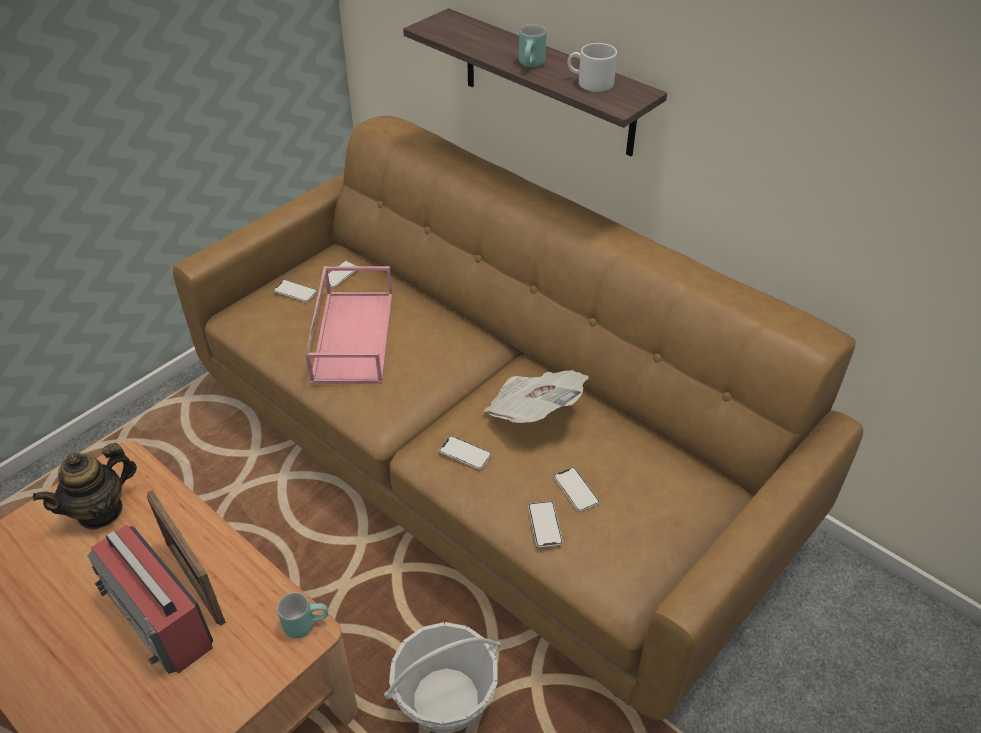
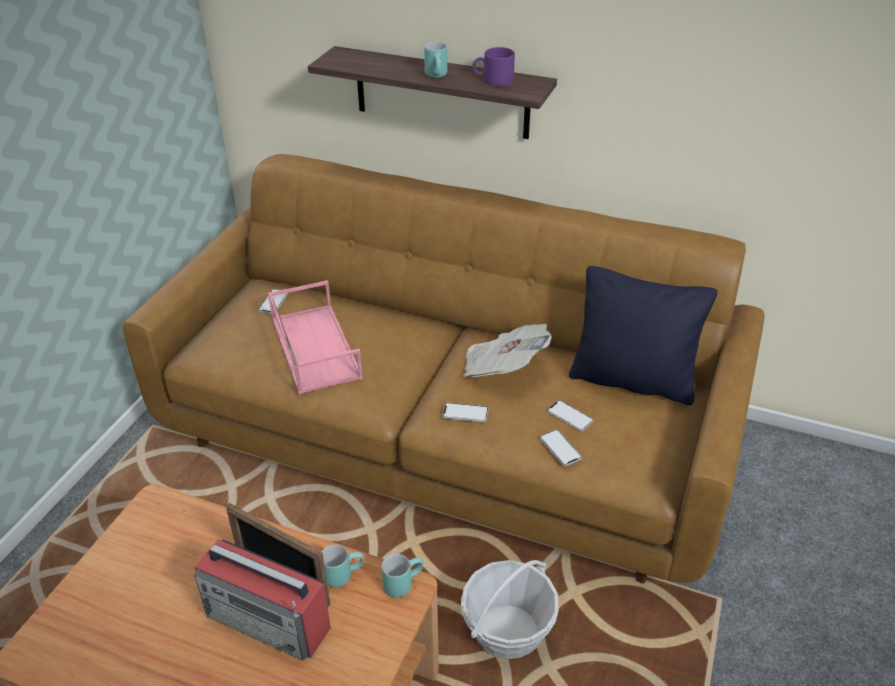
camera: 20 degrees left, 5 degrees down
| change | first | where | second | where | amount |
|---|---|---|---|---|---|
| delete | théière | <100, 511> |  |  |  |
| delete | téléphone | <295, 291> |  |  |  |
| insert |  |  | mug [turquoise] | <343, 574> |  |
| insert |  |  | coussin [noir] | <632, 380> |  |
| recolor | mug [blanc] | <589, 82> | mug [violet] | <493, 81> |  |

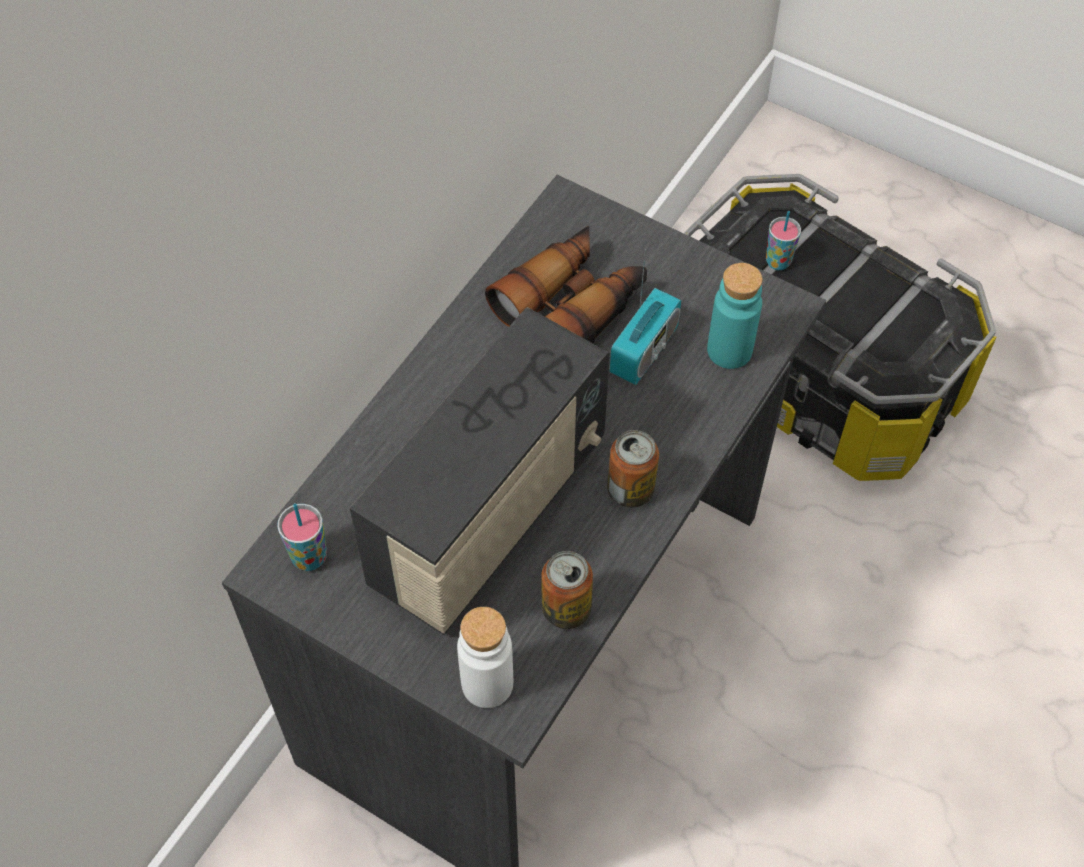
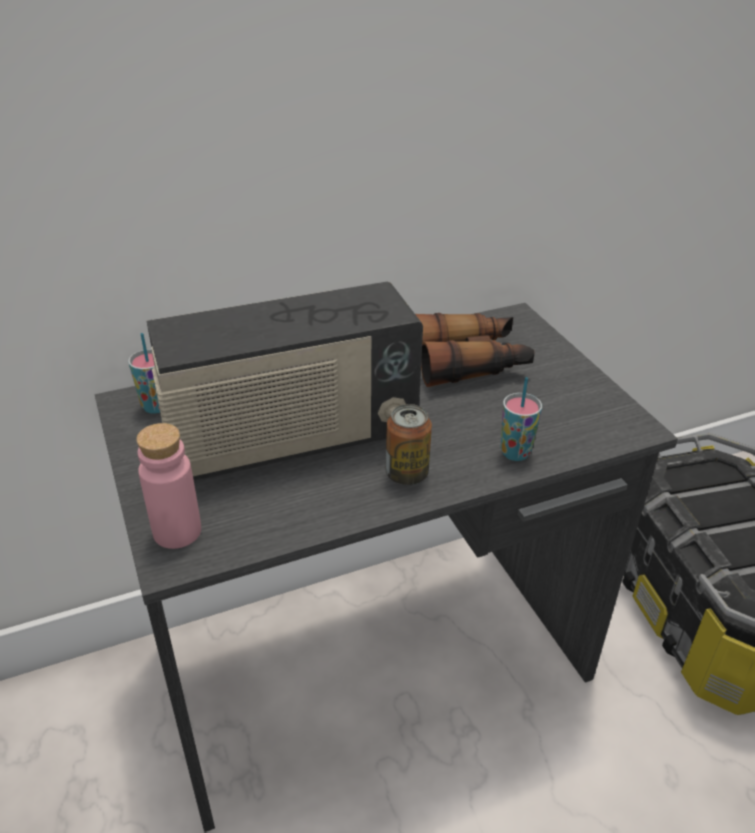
camera: 35 degrees right, 20 degrees down
| change | first | where | second | where | amount |
|---|---|---|---|---|---|
| delete | boîte métallique | <566, 609> |  |  |  |
| delete | radio | <644, 350> |  |  |  |
| delete | bouteille [turquoise] | <729, 350> |  |  |  |
| move | tasse | <778, 262> |  | <515, 453> |  |
| recolor | bouteille [blanc] | <487, 684> | bouteille [rose] | <177, 531> |  |

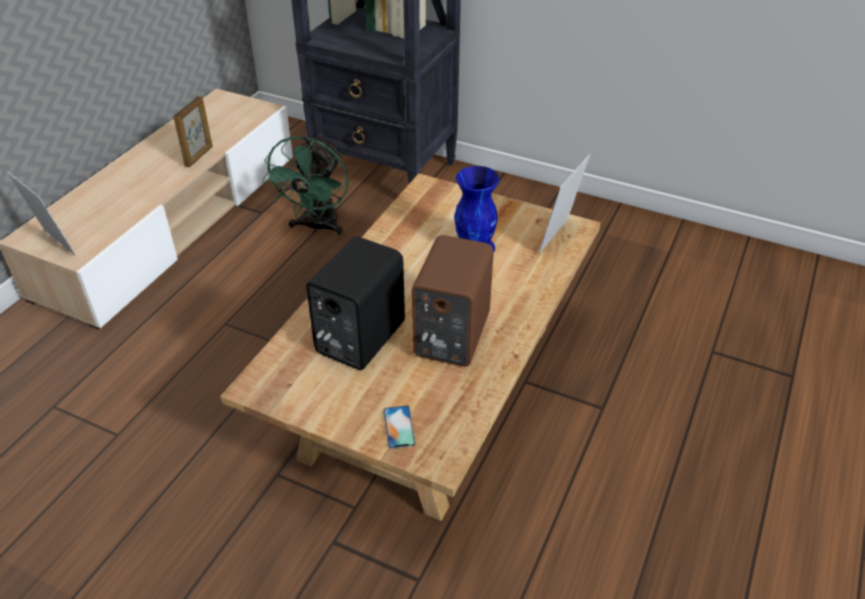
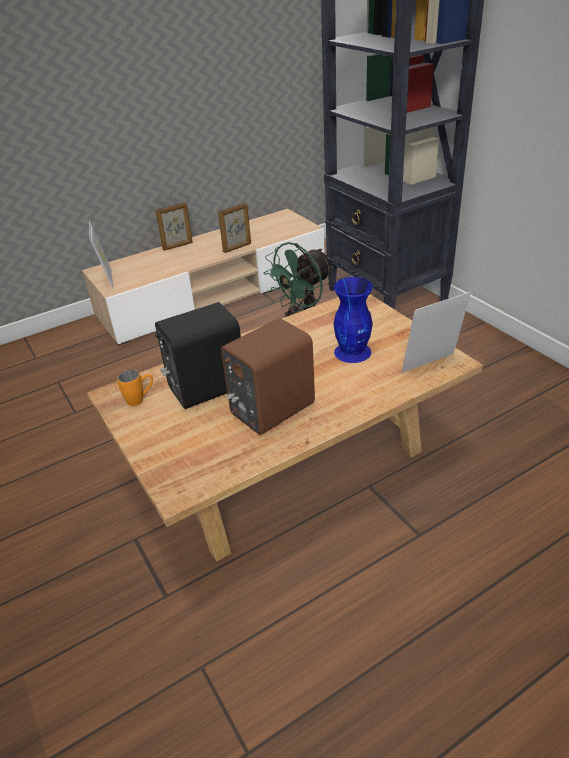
camera: 35 degrees right, 5 degrees down
| change | first | where | second | where | amount |
|---|---|---|---|---|---|
| delete | téléphone | <399, 427> |  |  |  |
| insert |  |  | mug [orange] | <140, 400> |  |
| insert |  |  | cadre photo | <178, 246> |  |

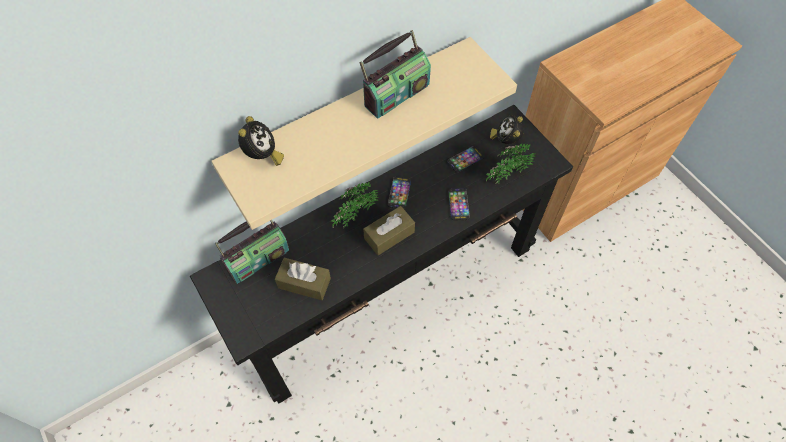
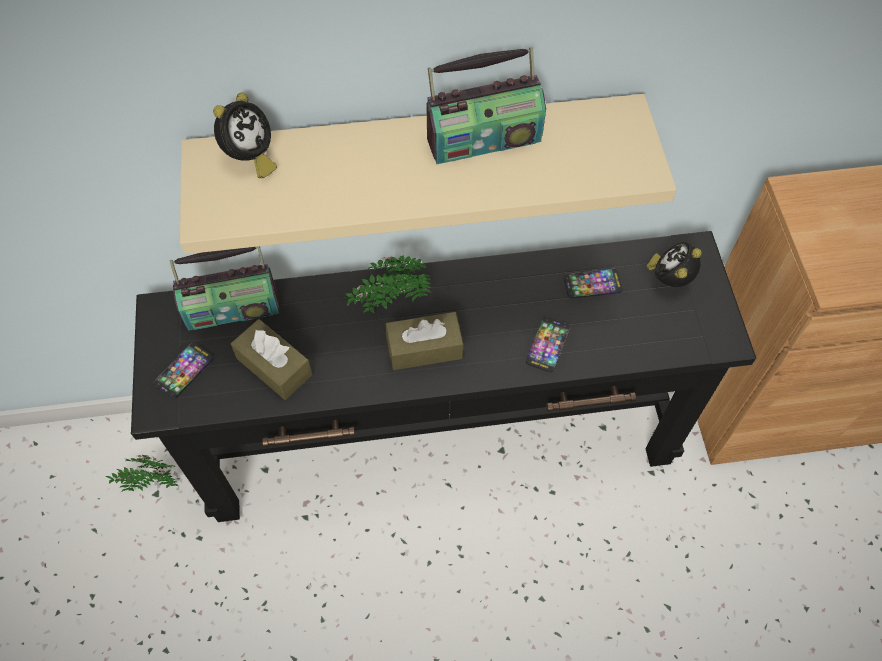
camera: 25 degrees right, 0 degrees up
| change | first | where | second | where | amount |
|---|---|---|---|---|---|
| move | téléphone | <399, 193> |  | <184, 371> |  |
| move | plante en pot | <505, 176> |  | <150, 484> |  |

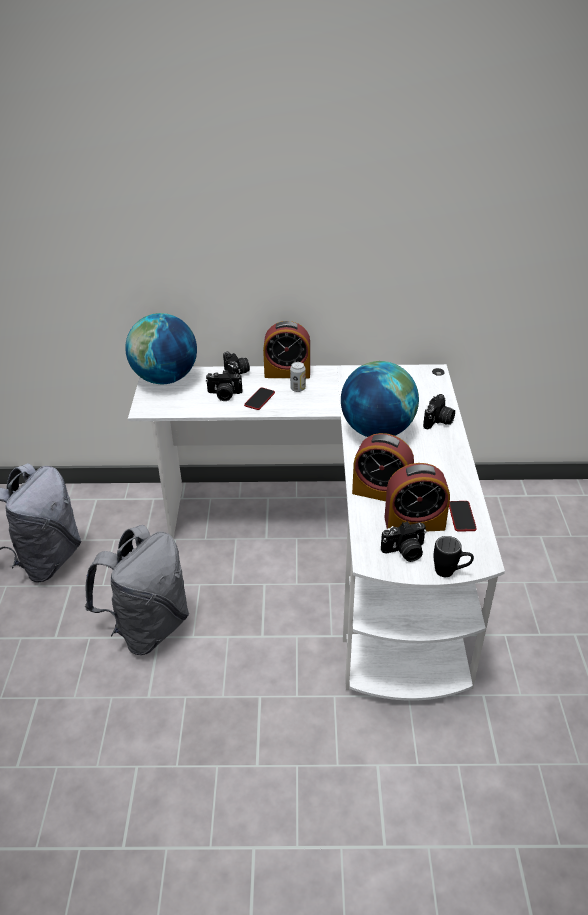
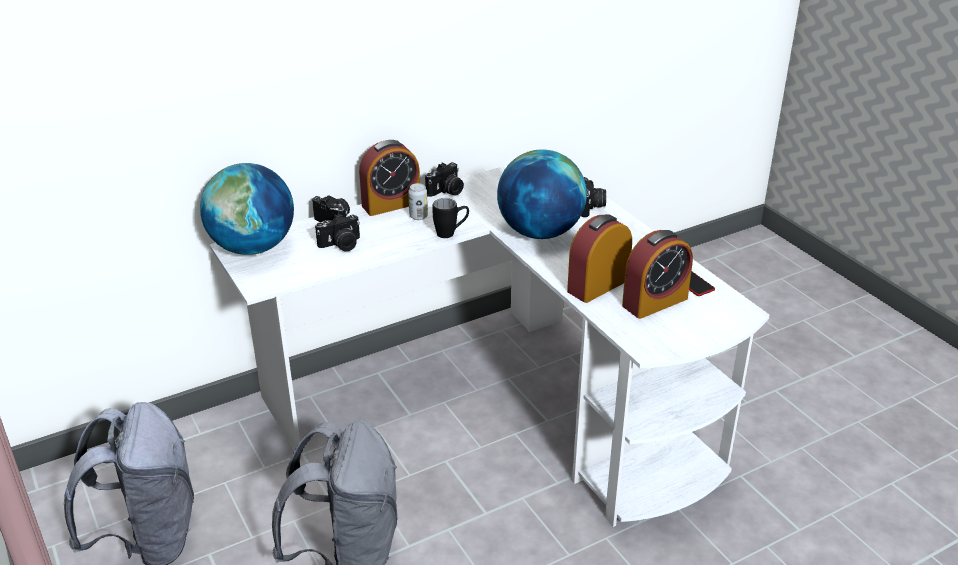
camera: 30 degrees left, 5 degrees down
| change | first | where | second | where | amount |
|---|---|---|---|---|---|
| delete | téléphone | <259, 399> |  |  |  |
| move | appareil photo | <404, 552> |  | <446, 191> |  |
| move | mug [noir] | <450, 572> |  | <451, 233> |  |
| rotate | réveil | <381, 492> |  | <598, 285> | 150 degrees clockwise |

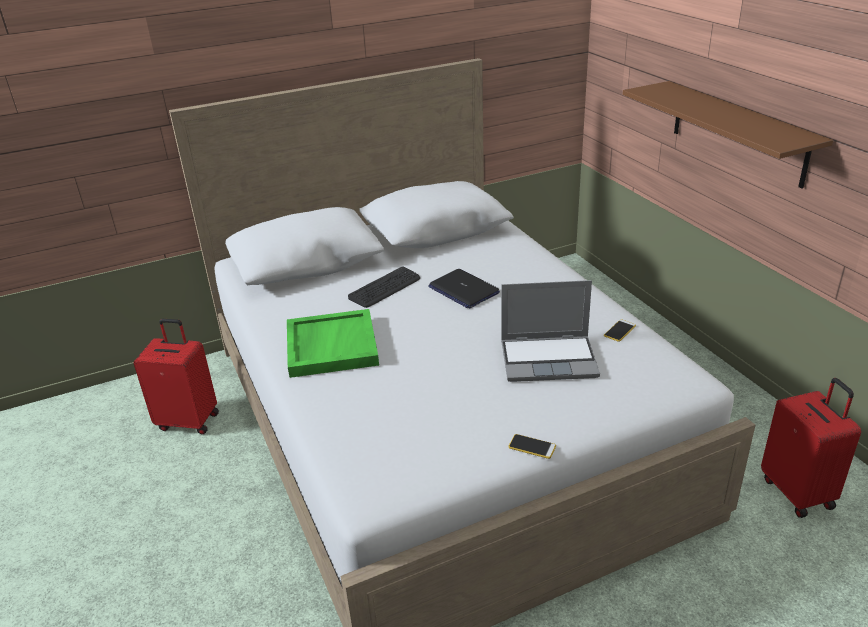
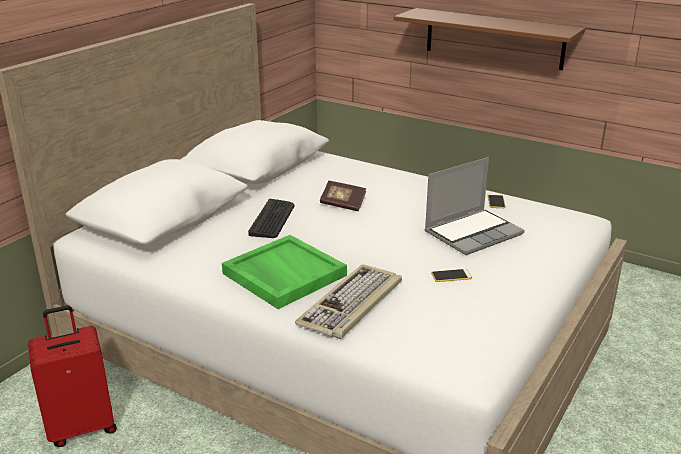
camera: 35 degrees left, 5 degrees down
| change | first | where | second | where | amount |
|---|---|---|---|---|---|
| delete | valise [rouge] | <798, 492> |  |  |  |
| insert |  |  | clavier | <352, 304> |  |
| move | téléphone | <532, 447> |  | <451, 276> |  |
| replace | ordinateur portable | <463, 290> | livre | <343, 204> |  |

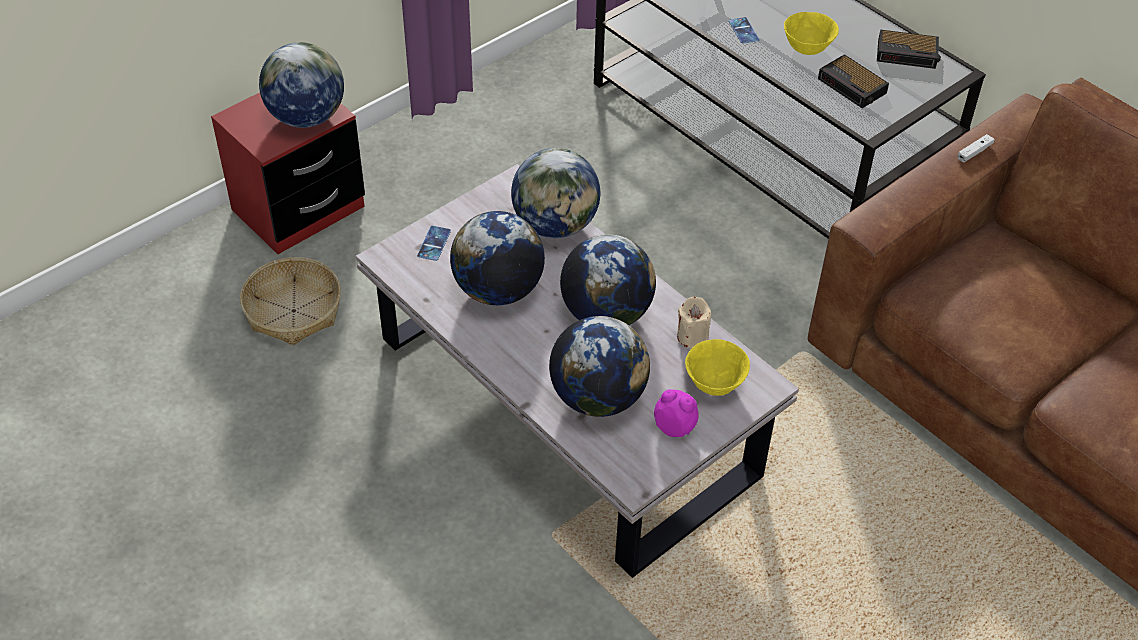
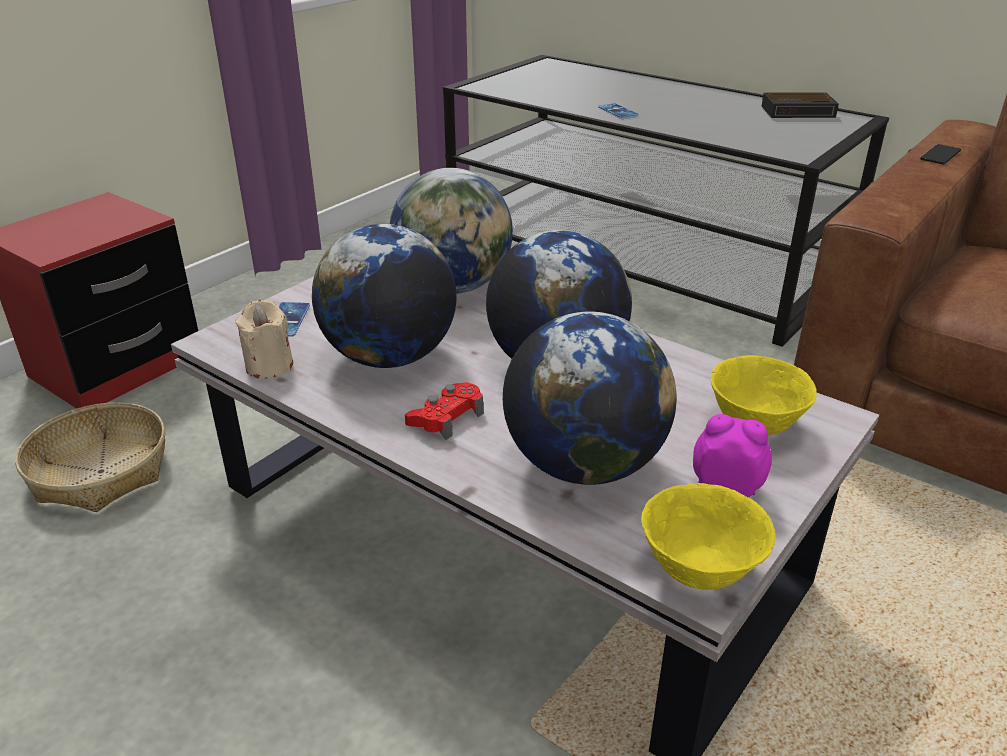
camera: 10 degrees left, 15 degrees down
| change | first | where | second | where | amount |
|---|---|---|---|---|---|
| delete | globe | <306, 117> |  |  |  |
| delete | réveil | <853, 86> |  |  |  |
| insert |  |  | manette [rouge] | <446, 417> |  |
| move | bougie [beige] | <692, 336> |  | <269, 366> |  |
| move | bol [jaune] | <807, 49> |  | <700, 571> |  |
| replace | manette [blanc] | <974, 152> | téléphone | <940, 155> |  |

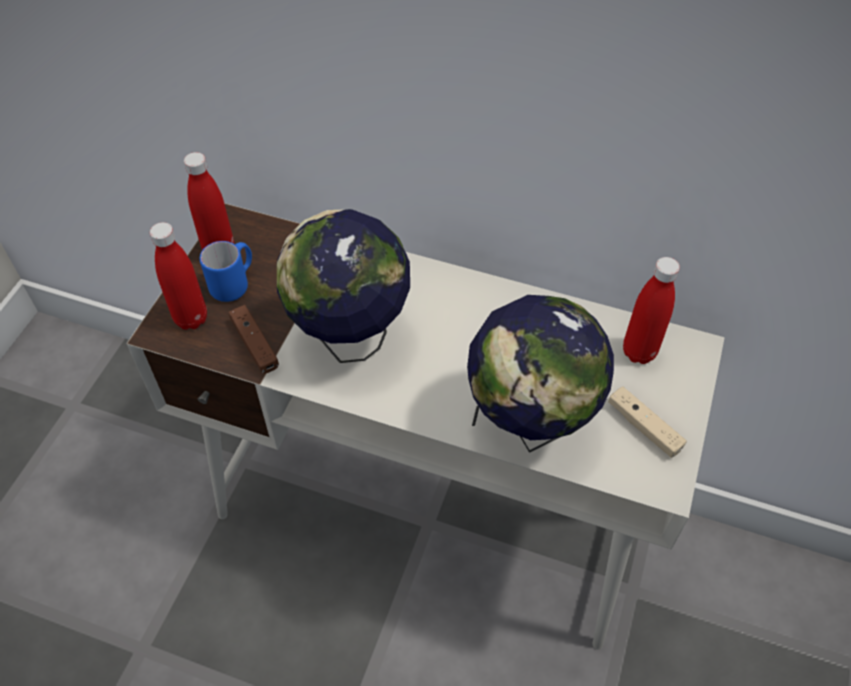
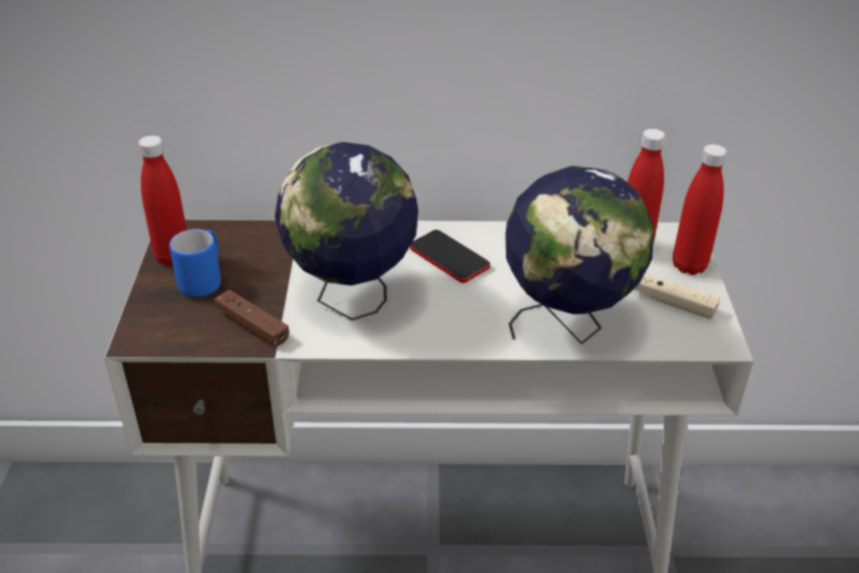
camera: 20 degrees left, 15 degrees down
| change | first | where | second | where | amount |
|---|---|---|---|---|---|
| insert |  |  | téléphone | <449, 257> |  |
| move | bouteille [rouge] | <191, 318> |  | <689, 266> |  |

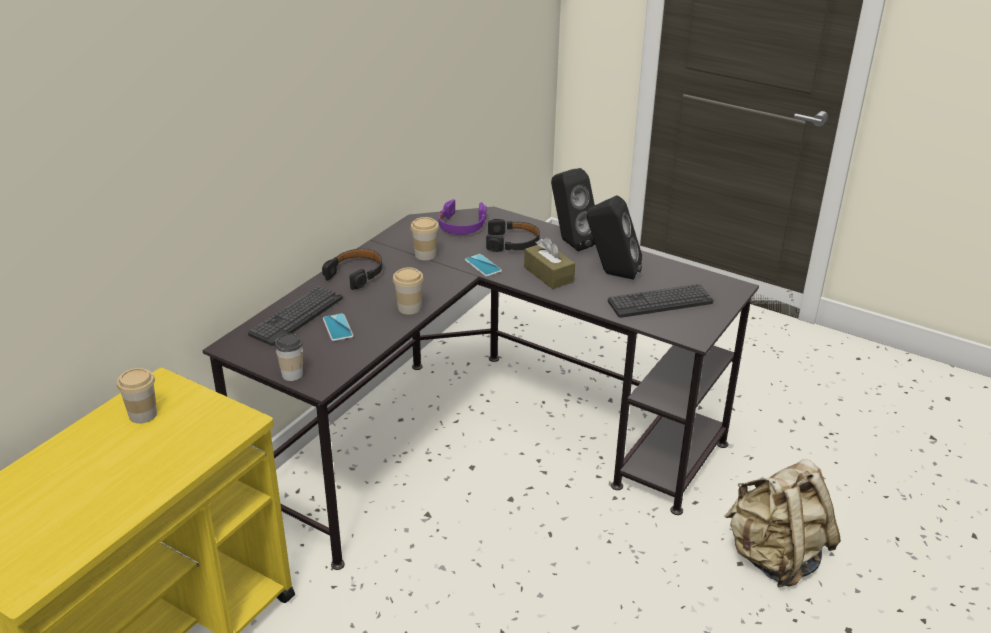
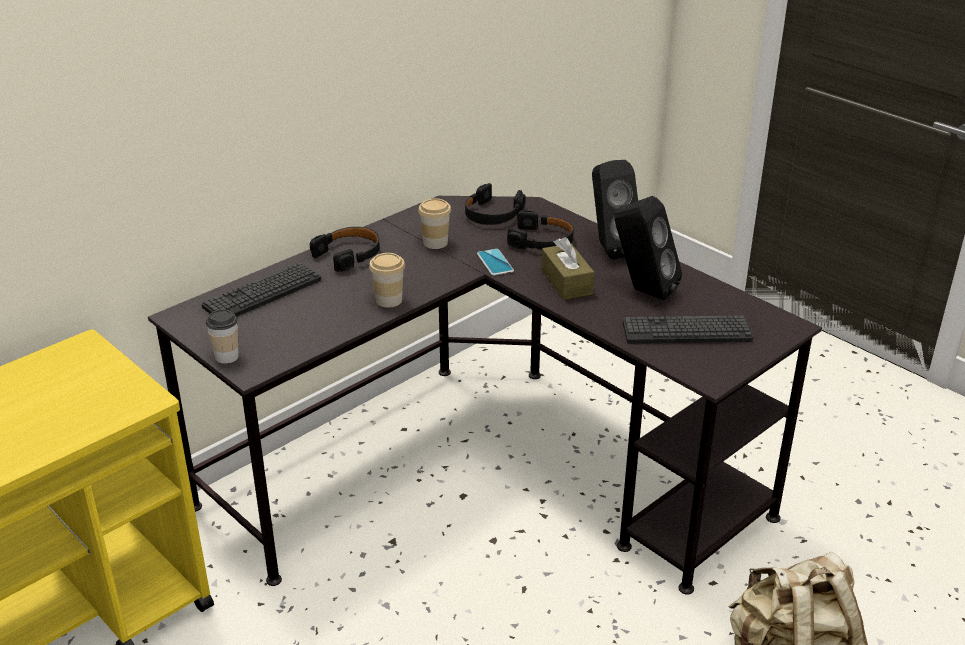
camera: 15 degrees right, 0 degrees up
| change | first | where | second | where | amount |
|---|---|---|---|---|---|
| delete | tasse | <143, 415> |  |  |  |
| delete | téléphone | <338, 328> |  |  |  |
| recolor | casque audio [violet] | <461, 225> | casque audio [noir] | <492, 214> |  |

